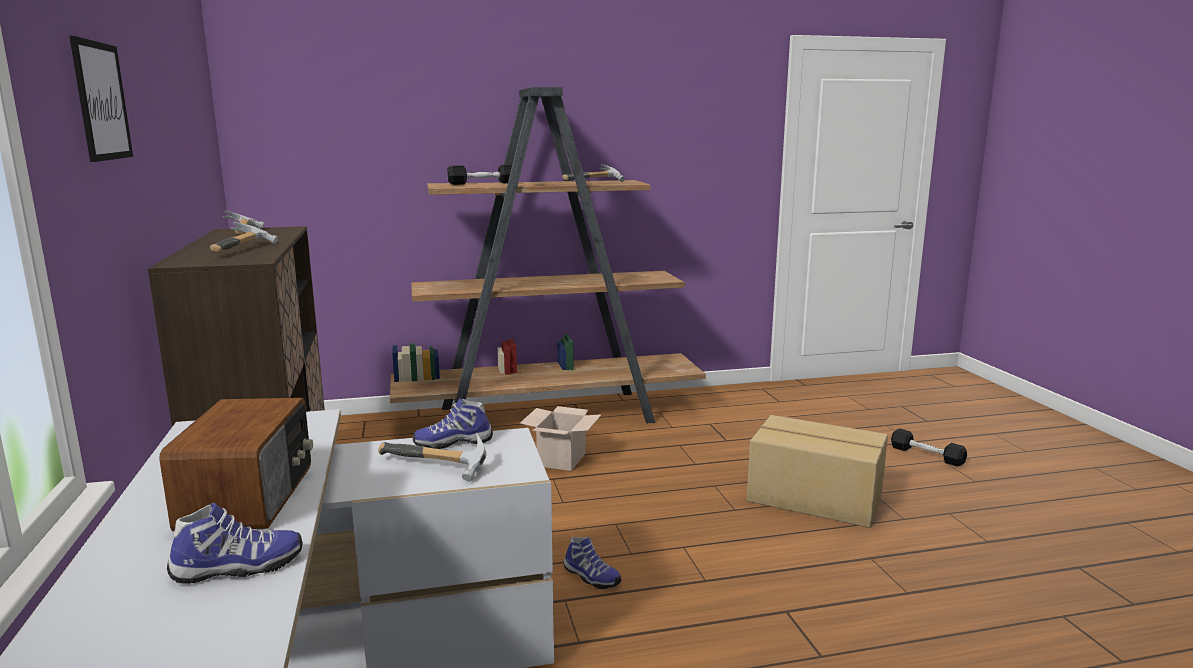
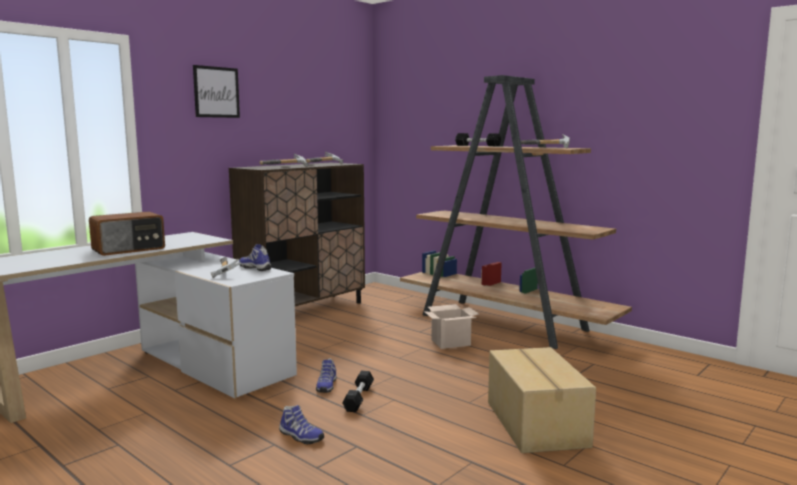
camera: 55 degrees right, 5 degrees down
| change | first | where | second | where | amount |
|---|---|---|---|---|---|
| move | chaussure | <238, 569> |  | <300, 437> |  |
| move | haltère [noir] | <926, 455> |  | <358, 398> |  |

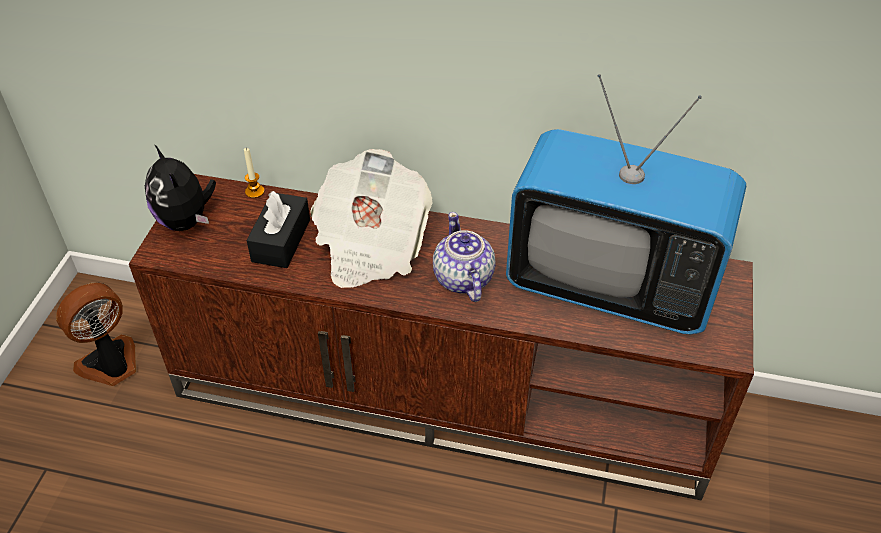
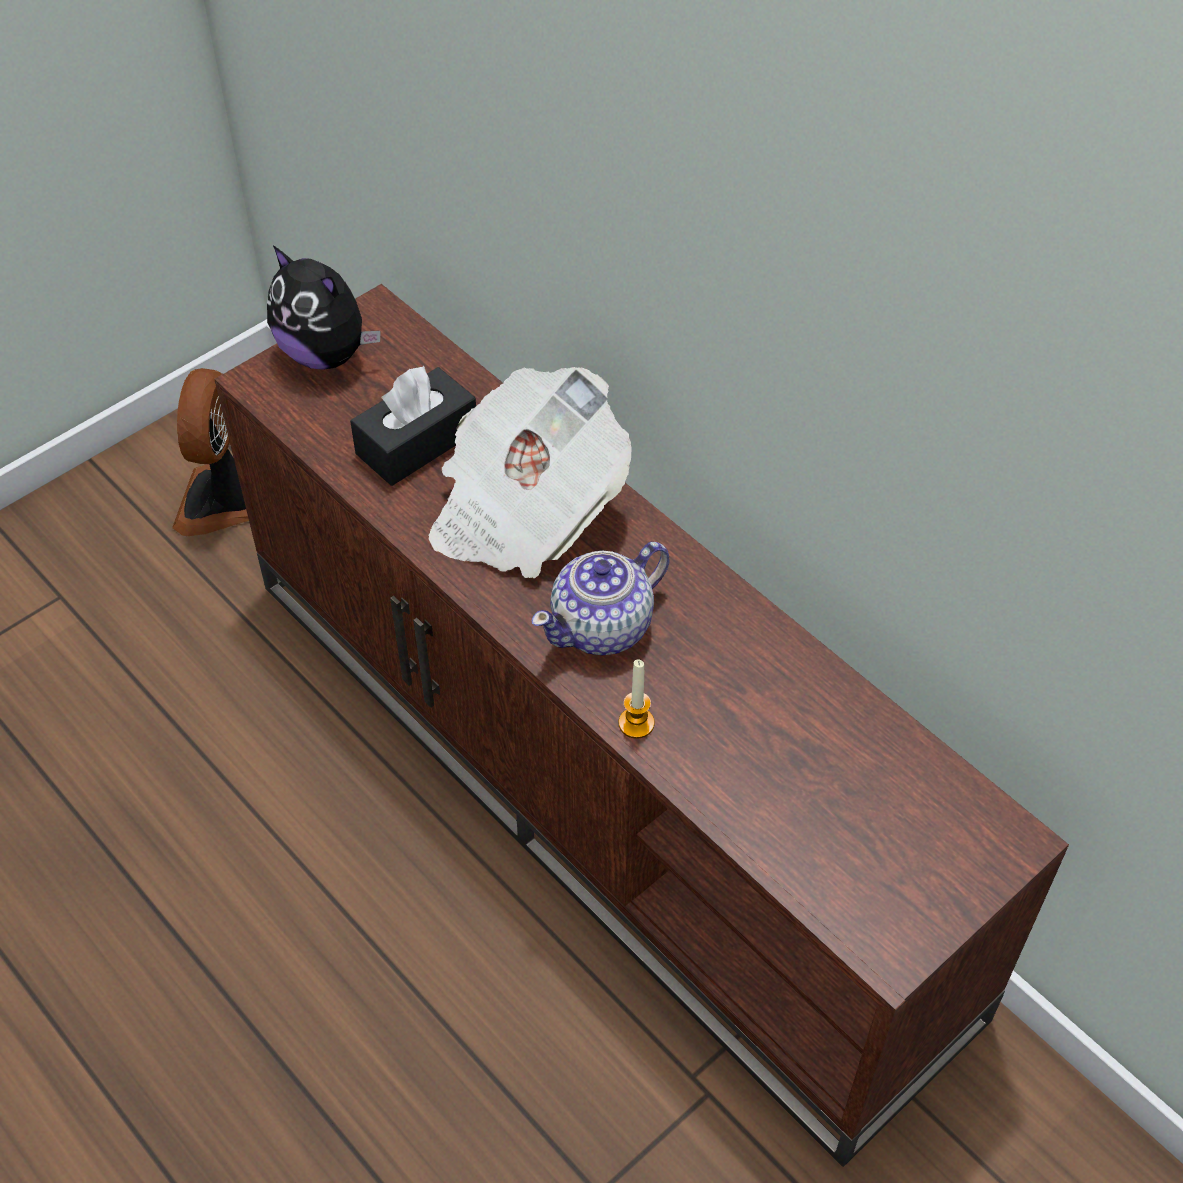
camera: 35 degrees right, 5 degrees up
| change | first | where | second | where | amount |
|---|---|---|---|---|---|
| delete | téléviseur | <610, 285> |  |  |  |
| move | bougie | <254, 192> |  | <636, 723> |  |
| rotate | ventilateur | <111, 364> |  | <222, 502> | 75 degrees counterclockwise |
| rotate | peluche | <186, 220> |  | <326, 353> | 60 degrees counterclockwise |
| rotate | théière | <463, 279> |  | <603, 627> | 150 degrees counterclockwise |

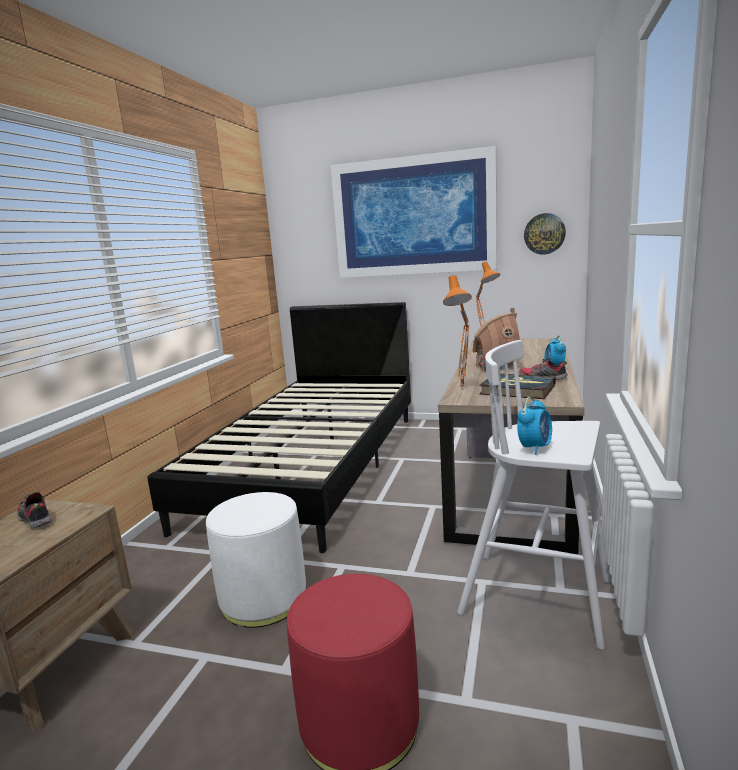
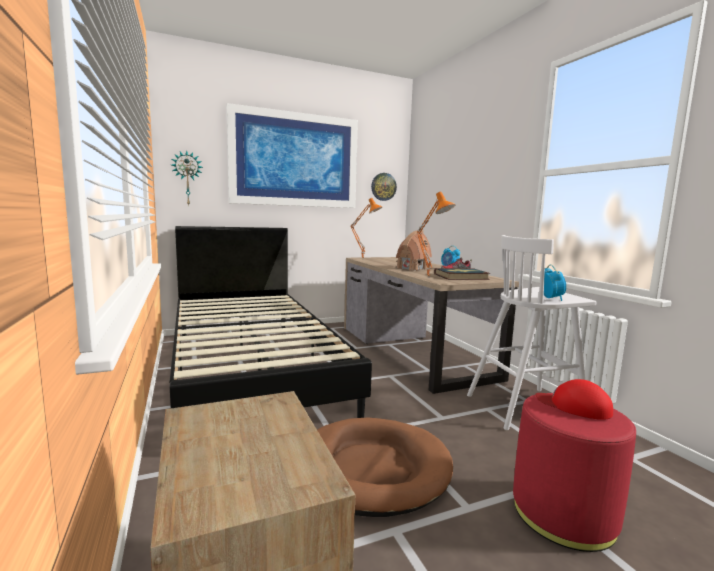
camera: 40 degrees left, 5 degrees down
| change | first | where | second | where | amount |
|---|---|---|---|---|---|
| delete | chaussure | <35, 518> |  |  |  |
| insert |  |  | horloge murale | <187, 178> |  |
| insert |  |  | casquette [rouge] | <574, 406> |  |
| replace | pouf [blanc] | <263, 598> | panier pour chien [marron] | <370, 469> |  |

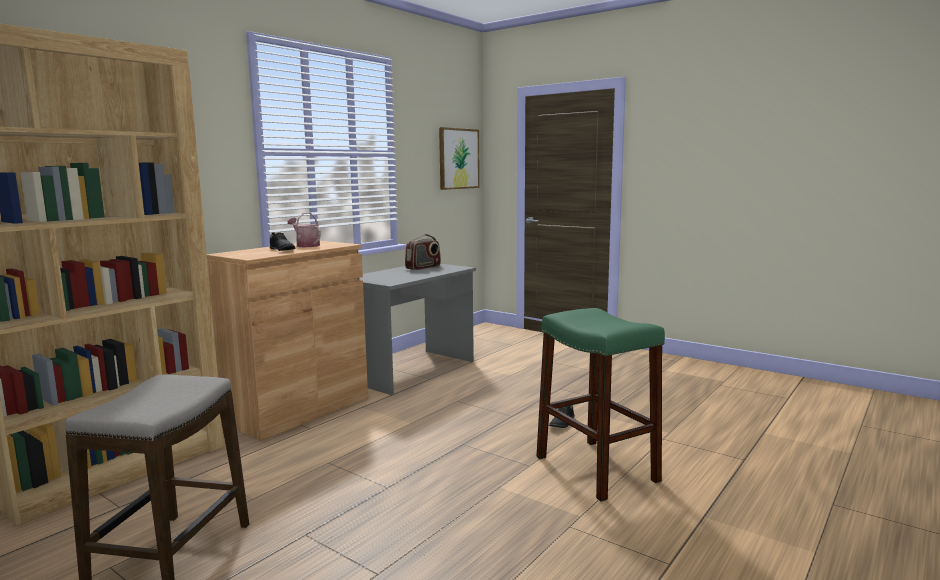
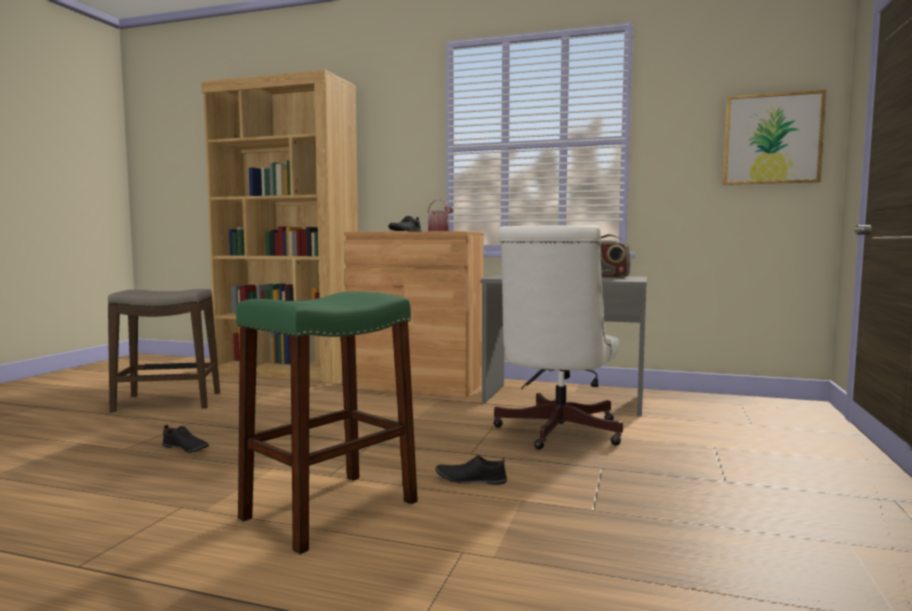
camera: 70 degrees right, 5 degrees down
| change | first | where | second | where | amount |
|---|---|---|---|---|---|
| insert |  |  | chaussure [noir] | <185, 449> |  |
| insert |  |  | chaise de bureau [blanc] | <555, 433> |  |

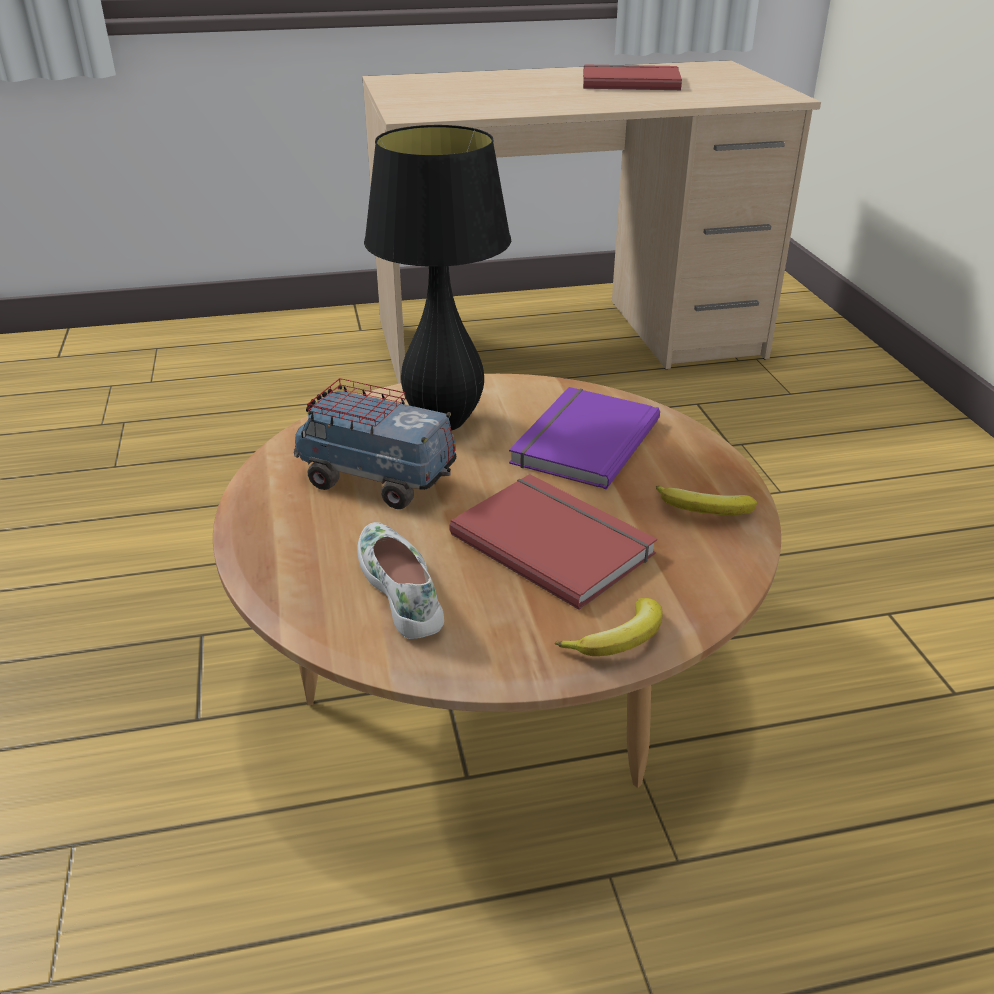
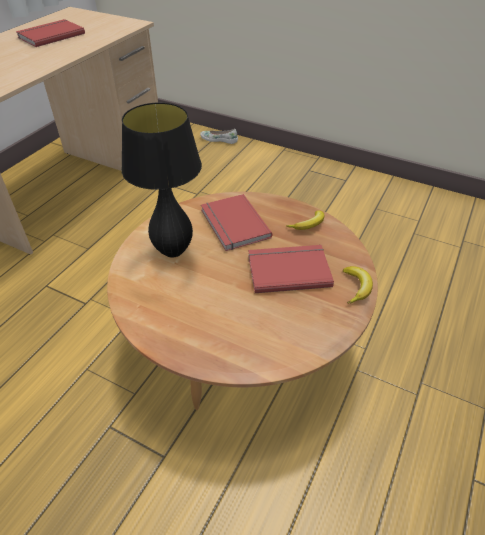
camera: 50 degrees left, 10 degrees up
| change | first | where | second | where | amount |
|---|---|---|---|---|---|
| delete | camion jouet | <376, 480> |  |  |  |
| move | chaussure [blanc] | <401, 588> |  | <219, 139> |  |
| recolor | livre [violet] | <581, 441> | livre [rouge] | <233, 224> |  |

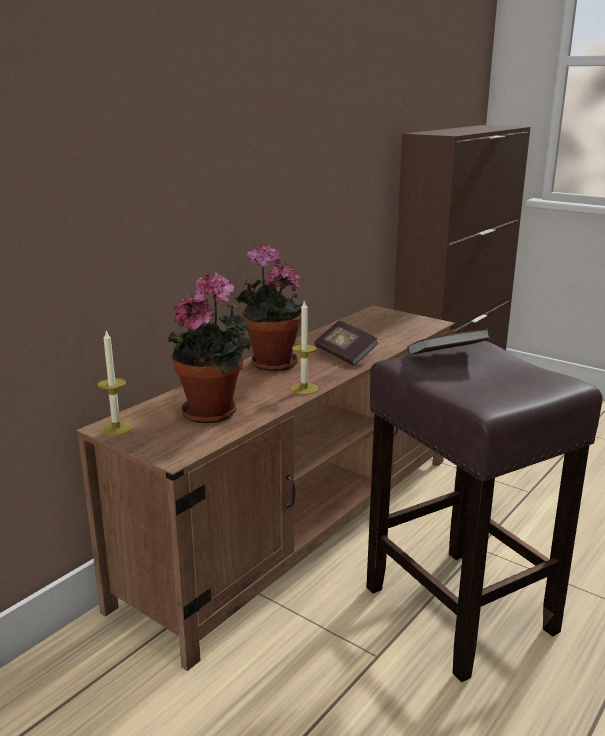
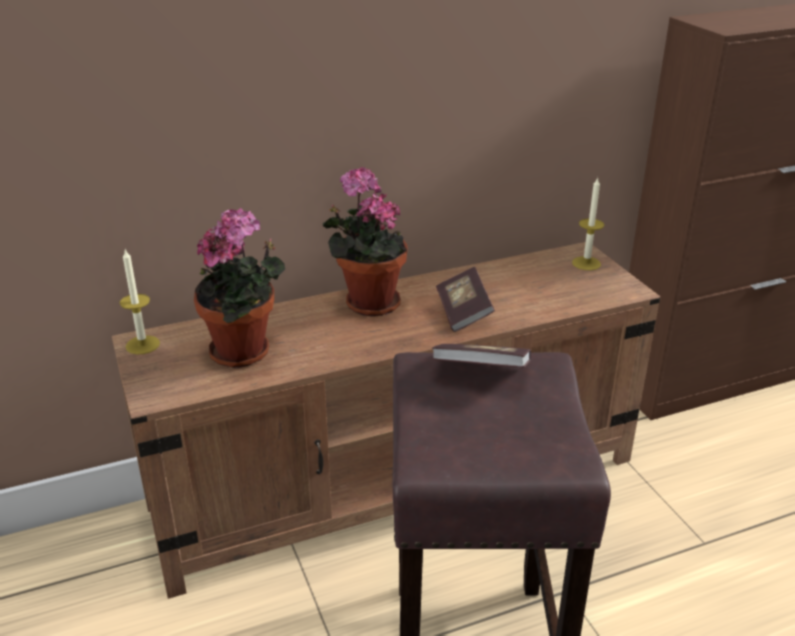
camera: 30 degrees right, 10 degrees up
| change | first | where | second | where | amount |
|---|---|---|---|---|---|
| move | bougie | <304, 388> |  | <586, 263> |  |

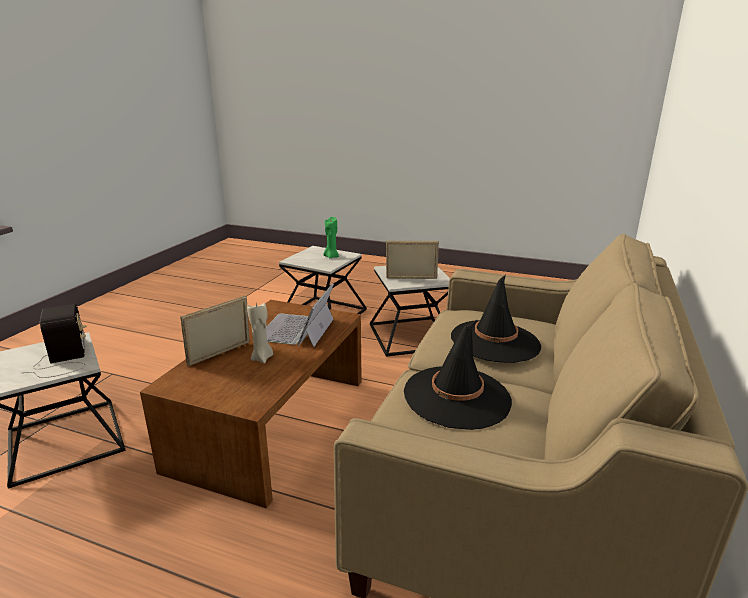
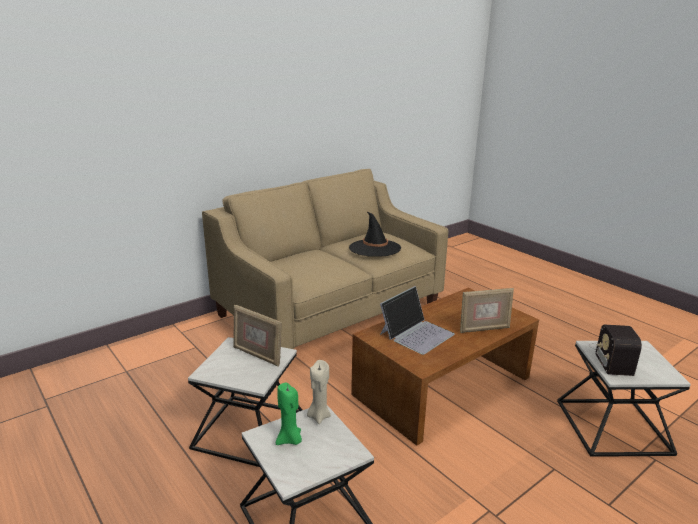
camera: 150 degrees left, 0 degrees up
| change | first | where | second | where | amount |
|---|---|---|---|---|---|
| delete | chapeau [noir] | <495, 341> |  |  |  |
| move | bougie [beige] | <262, 358> |  | <319, 416> |  |

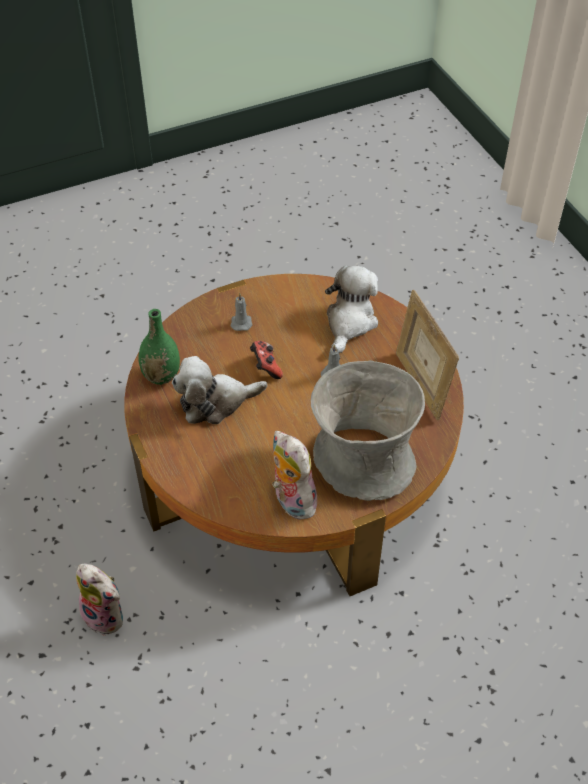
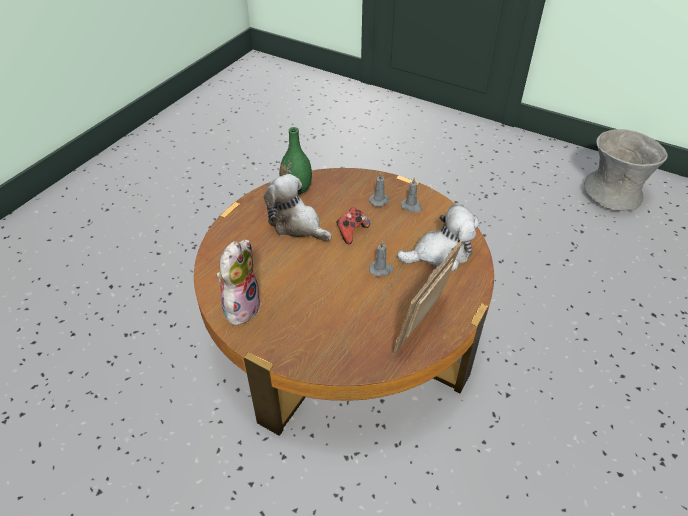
camera: 55 degrees right, 5 degrees down
| change | first | where | second | where | amount |
|---|---|---|---|---|---|
| delete | peluche | <106, 615> |  |  |  |
| insert |  |  | bougie [gris] | <412, 206> |  |
| move | vase [gris] | <363, 460> |  | <612, 192> |  |

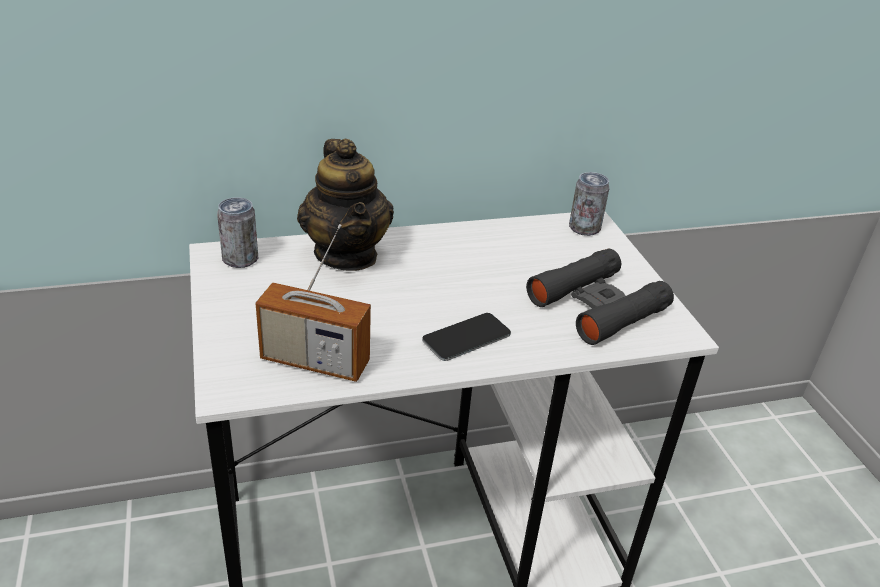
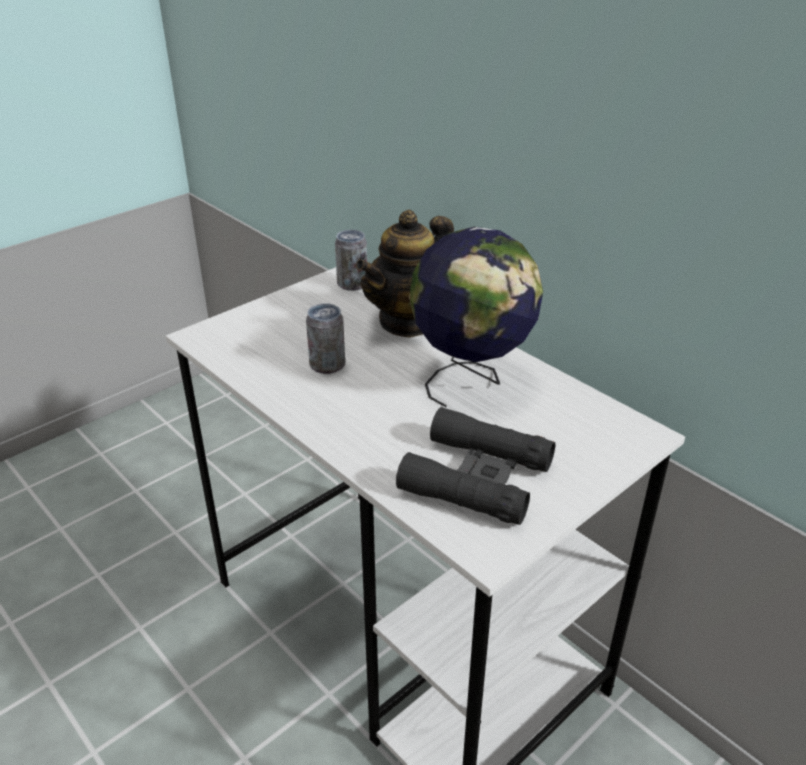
camera: 65 degrees right, 0 degrees up
| change | first | where | second | where | amount |
|---|---|---|---|---|---|
| delete | radio | <315, 361> |  |  |  |
| delete | téléphone | <466, 337> |  |  |  |
| insert |  |  | globe | <471, 379> |  |
| move | boîte métallique | <584, 228> |  | <327, 365> |  |

